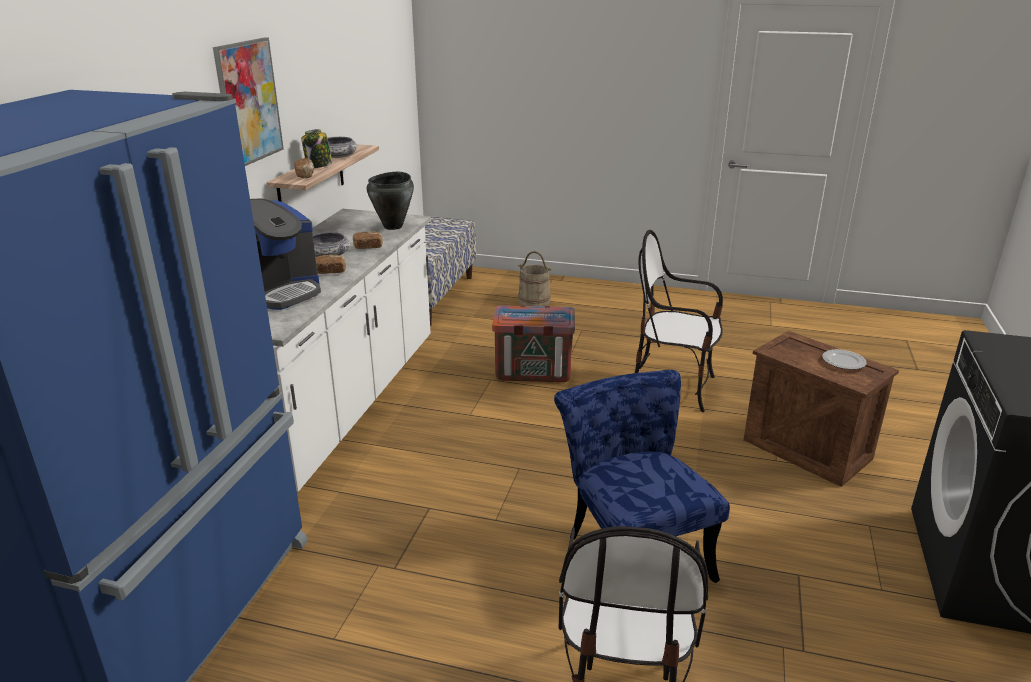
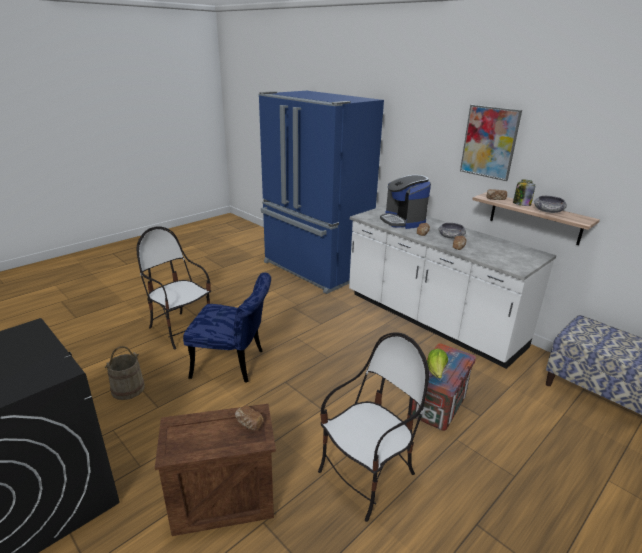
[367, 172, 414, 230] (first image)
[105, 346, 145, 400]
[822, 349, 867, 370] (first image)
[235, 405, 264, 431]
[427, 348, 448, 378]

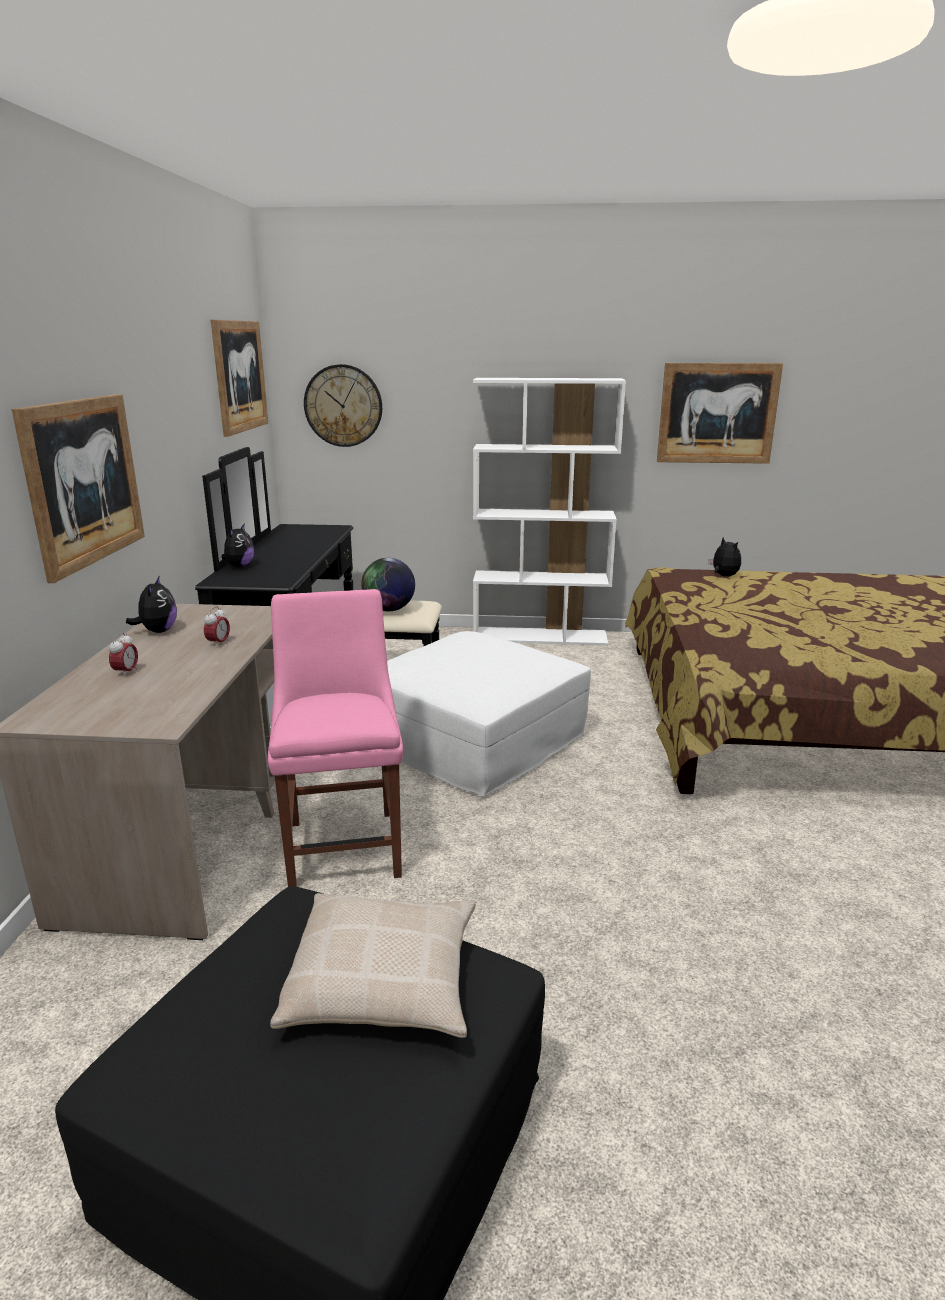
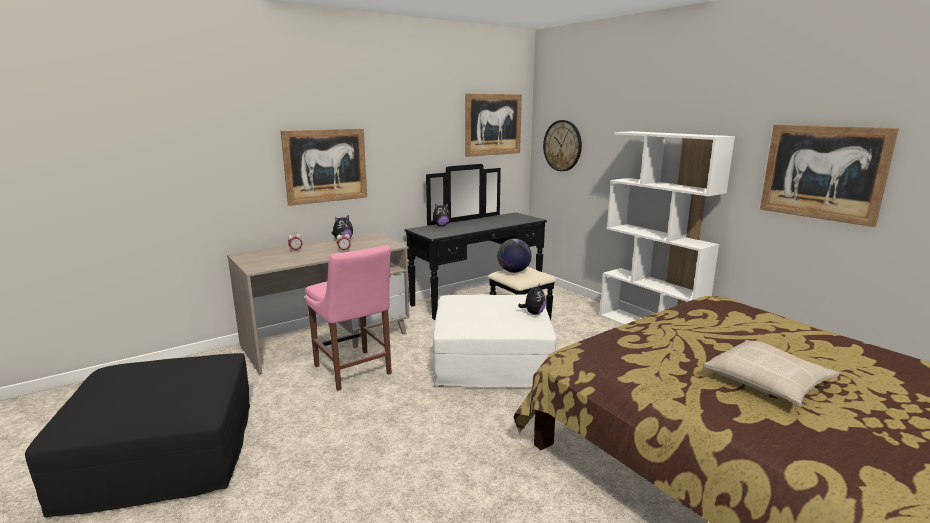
[305, 245, 392, 391]
[703, 340, 839, 406]
[518, 283, 546, 315]

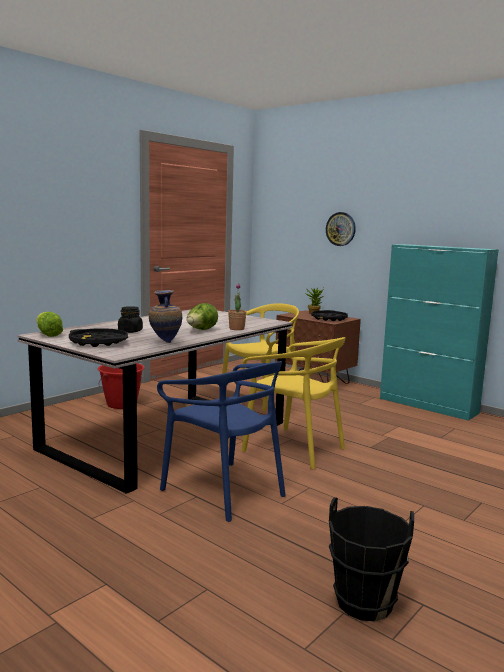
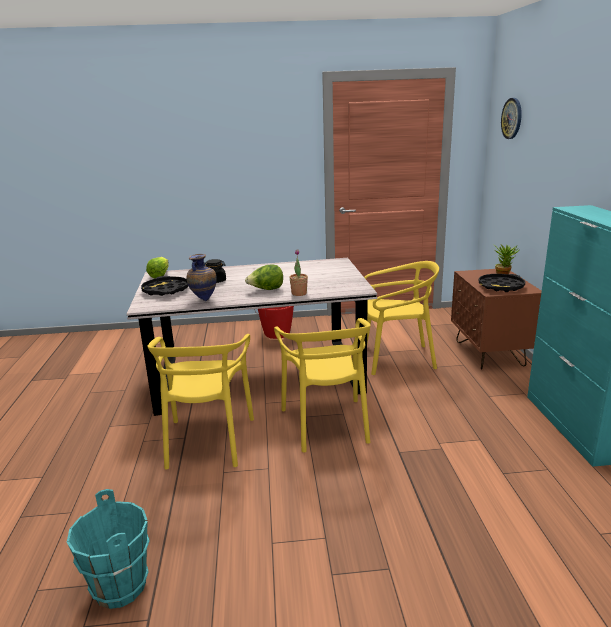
[147, 334, 254, 470]
[501, 98, 522, 139]
[67, 489, 150, 609]

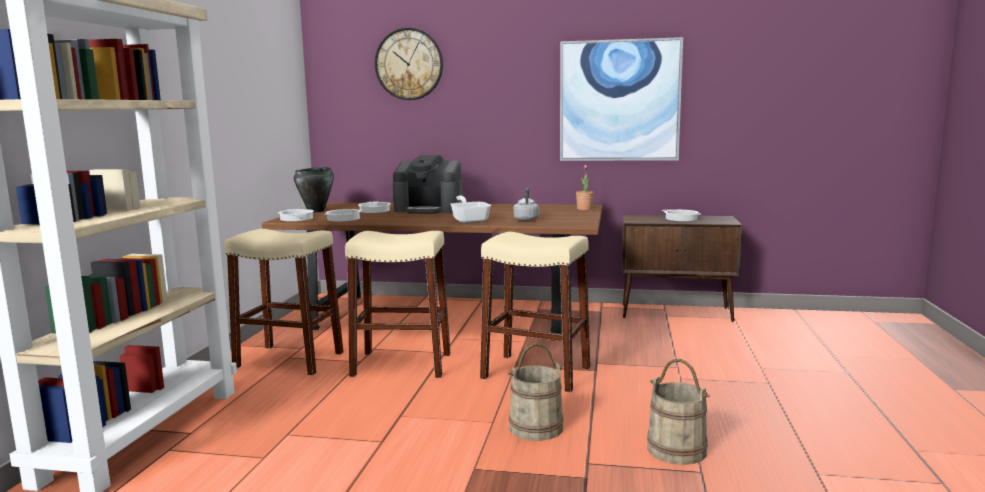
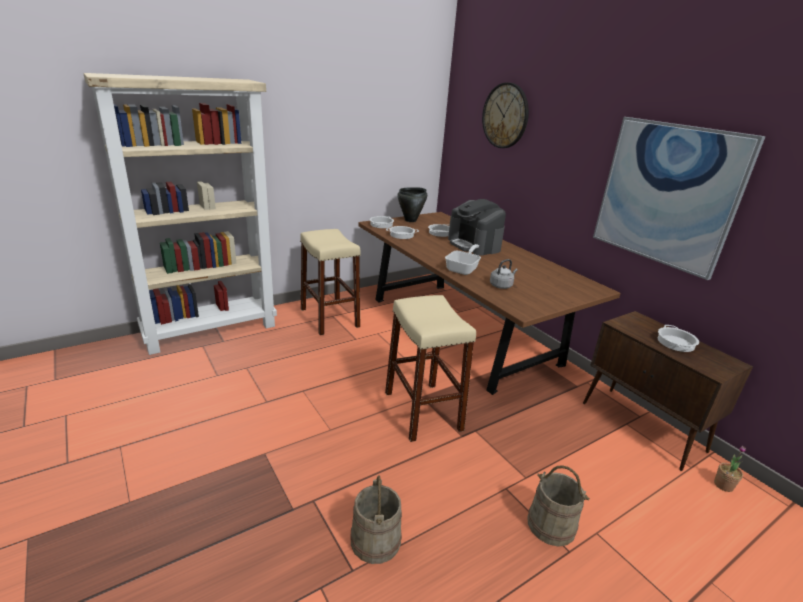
[345, 231, 450, 378] (first image)
[527, 465, 590, 547]
[714, 446, 746, 492]

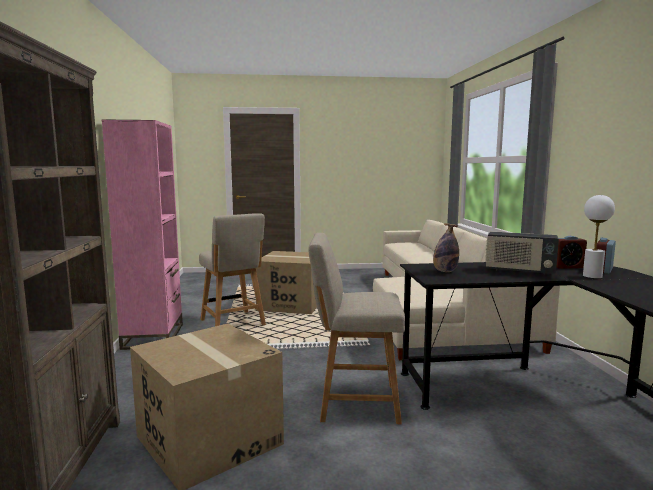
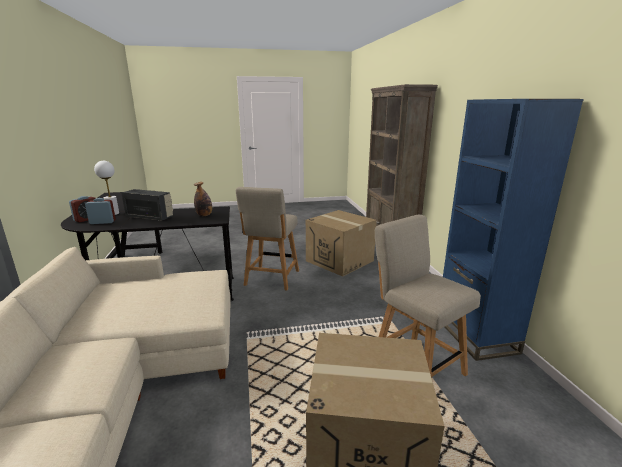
[443, 99, 584, 361]
[236, 187, 299, 291]

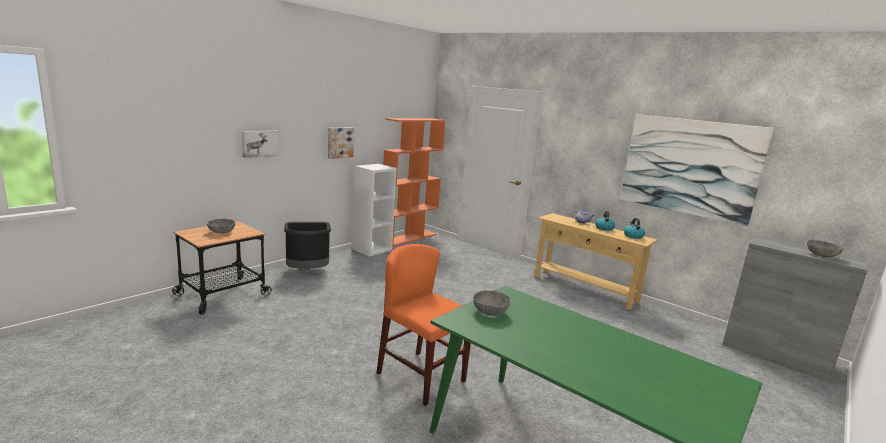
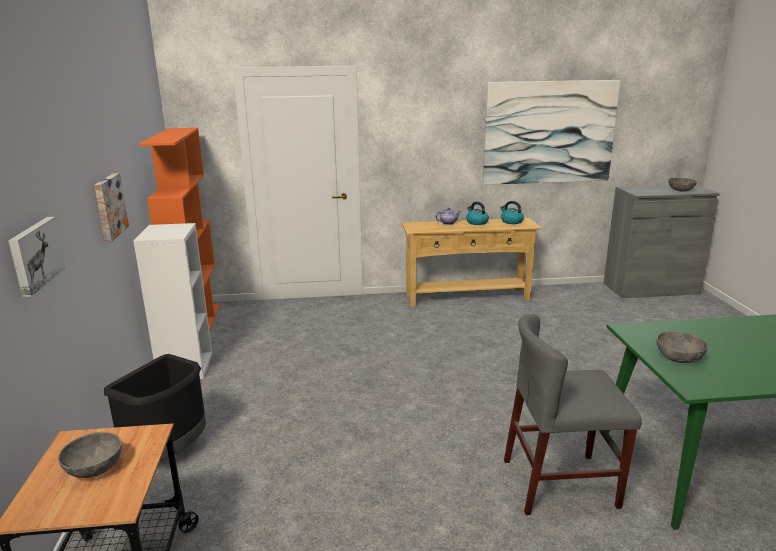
[504, 314, 642, 515]

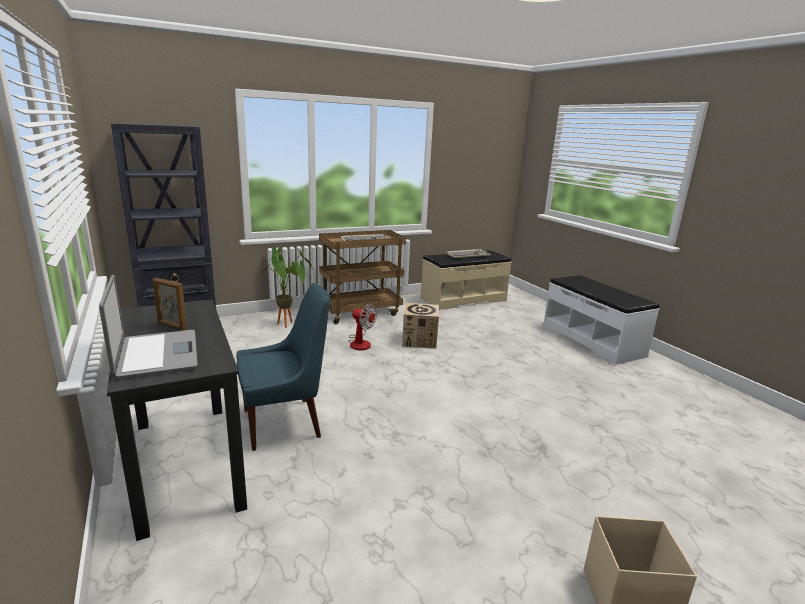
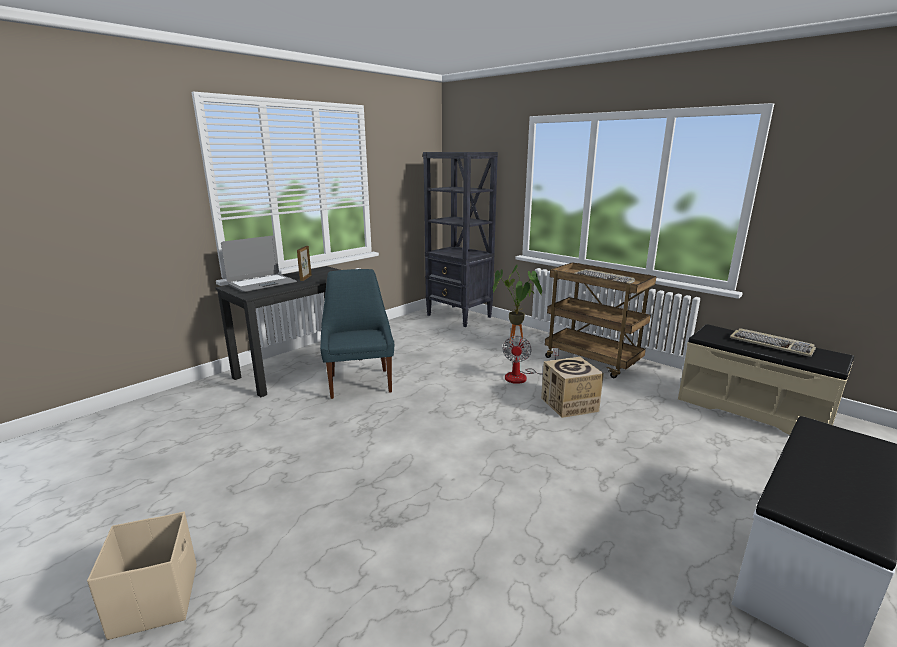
[320, 269, 394, 399]

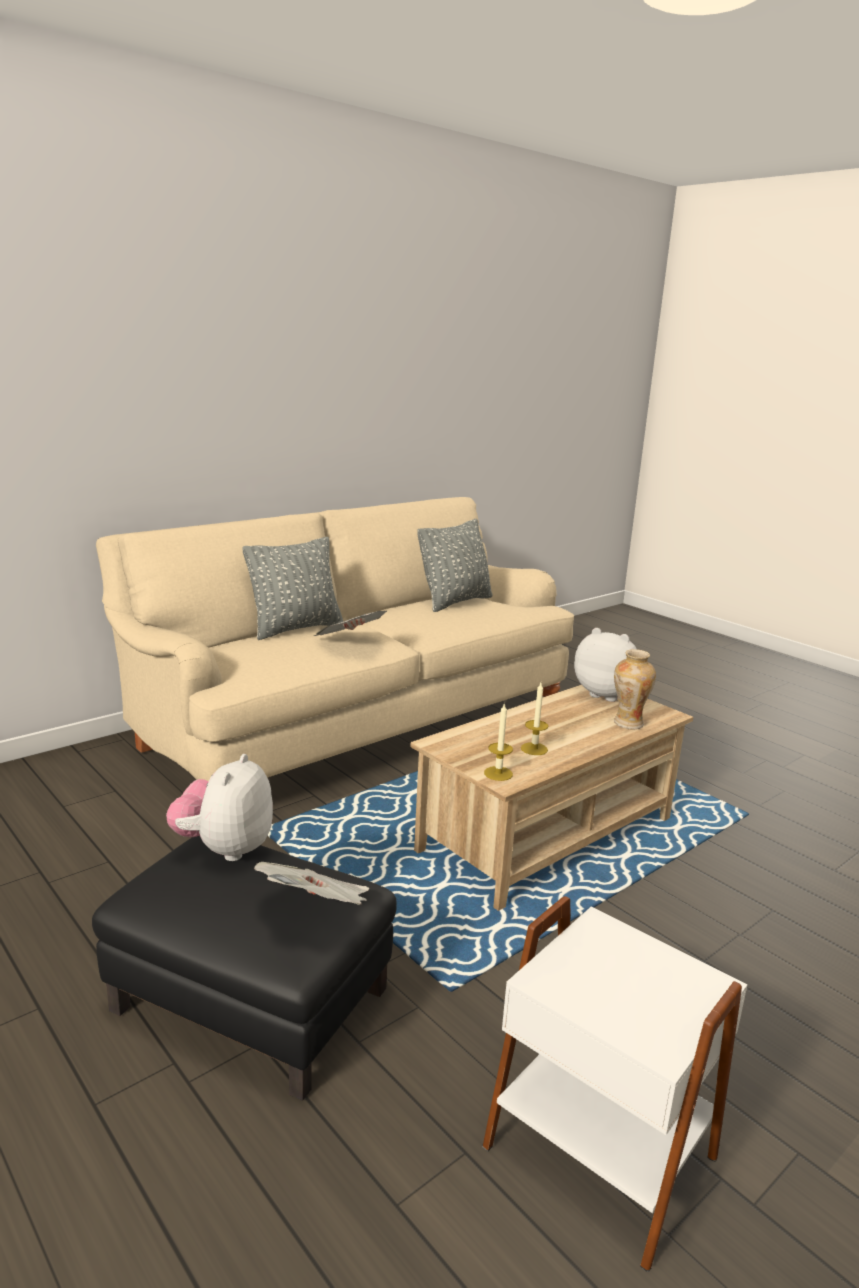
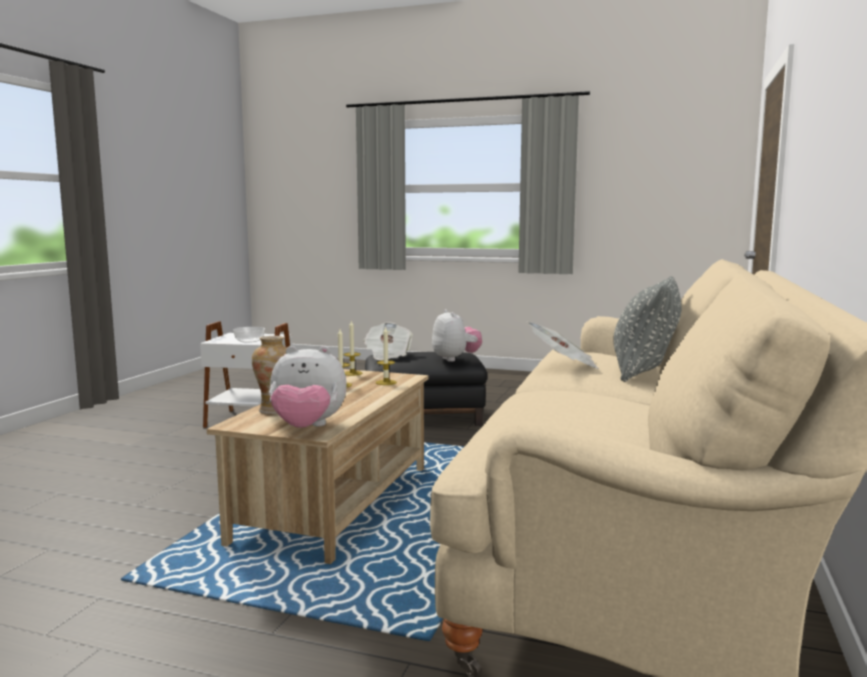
[417, 519, 493, 612] (first image)
[233, 327, 265, 343]
[376, 326, 397, 385]

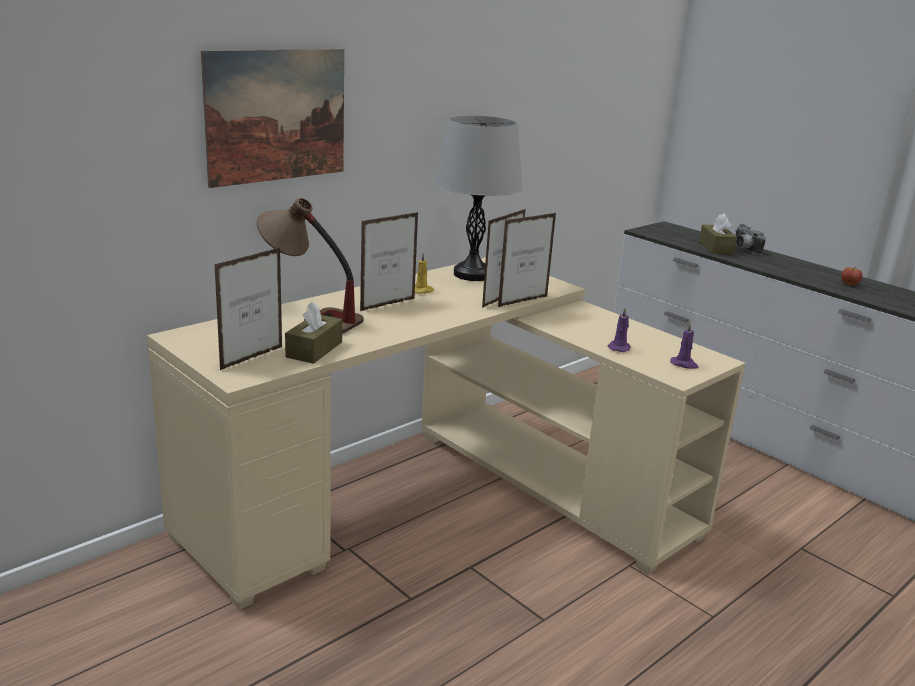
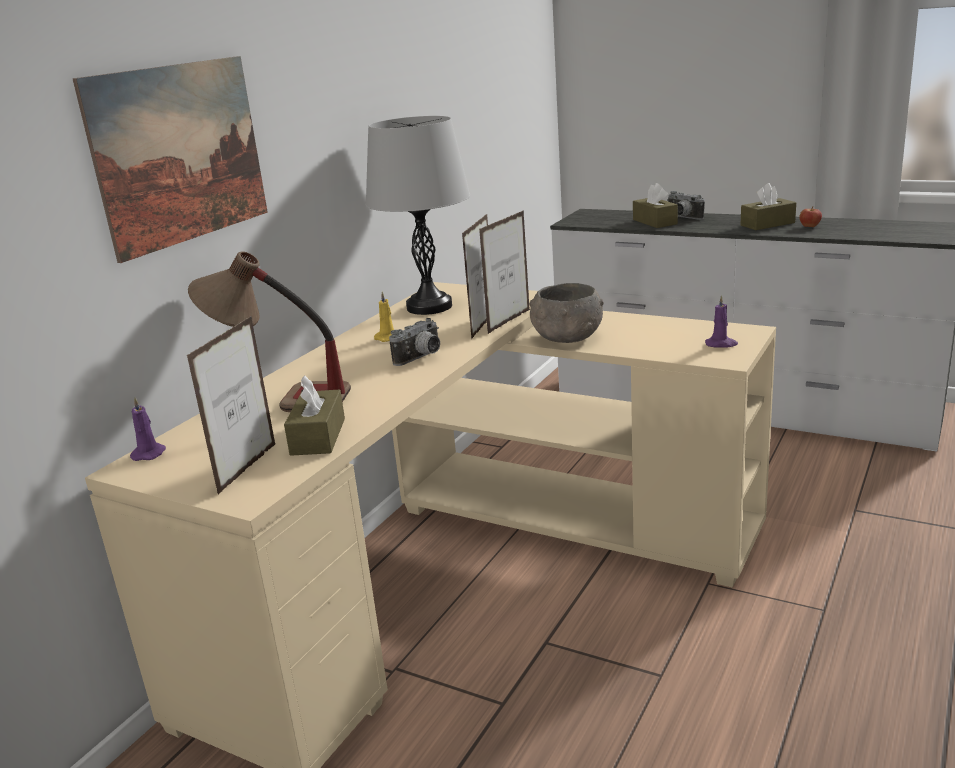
[360, 212, 418, 311] (first image)
[130, 397, 166, 461]
[389, 318, 440, 366]
[529, 283, 604, 343]
[741, 183, 796, 230]

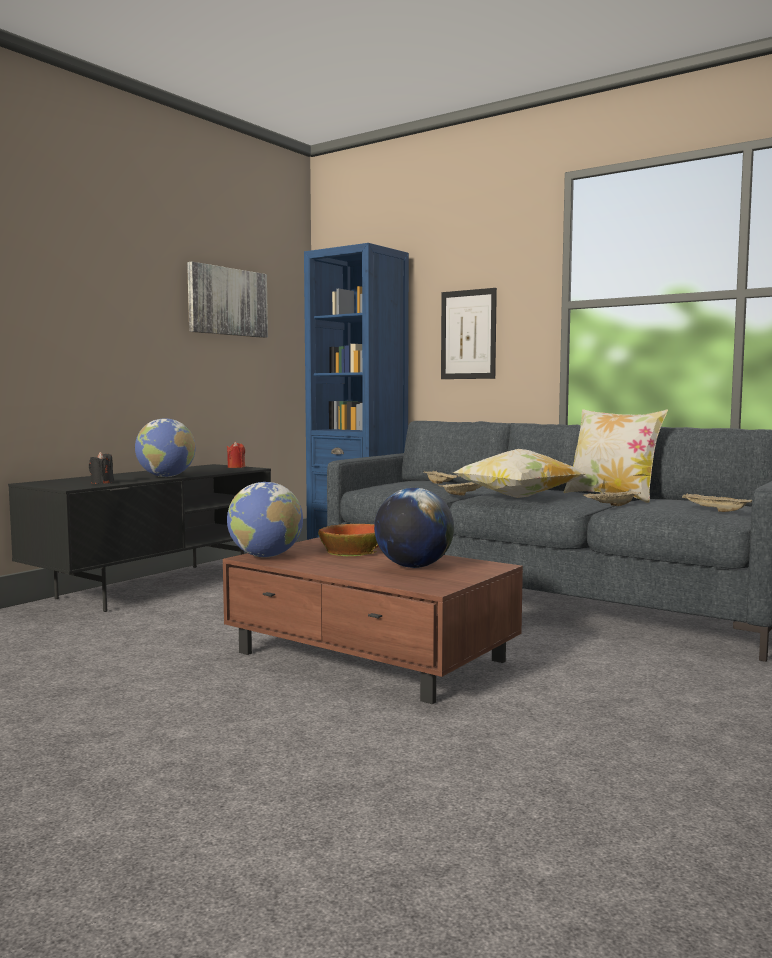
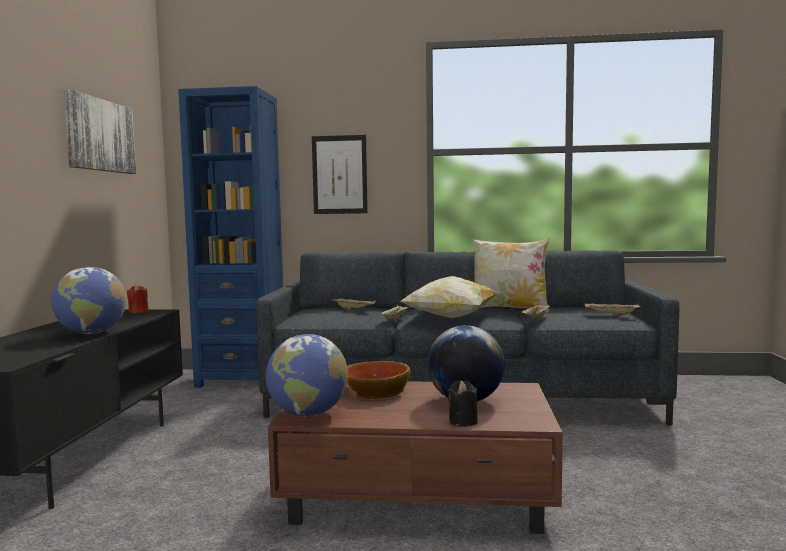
[448, 380, 478, 427]

